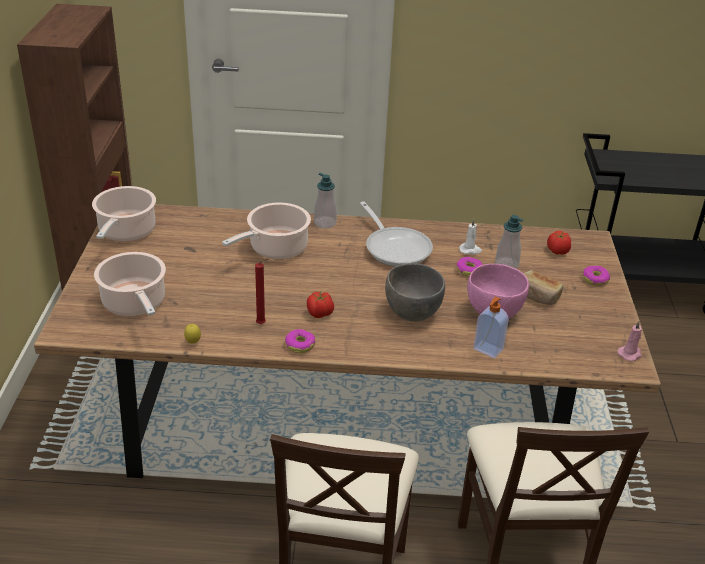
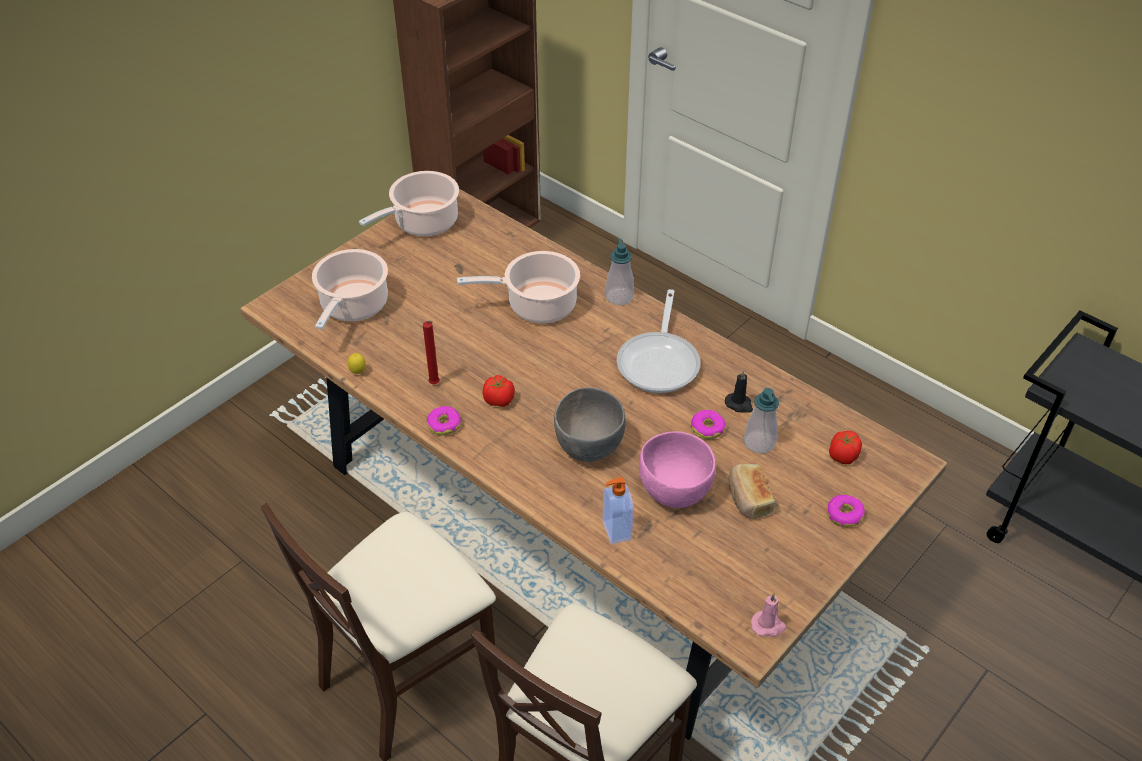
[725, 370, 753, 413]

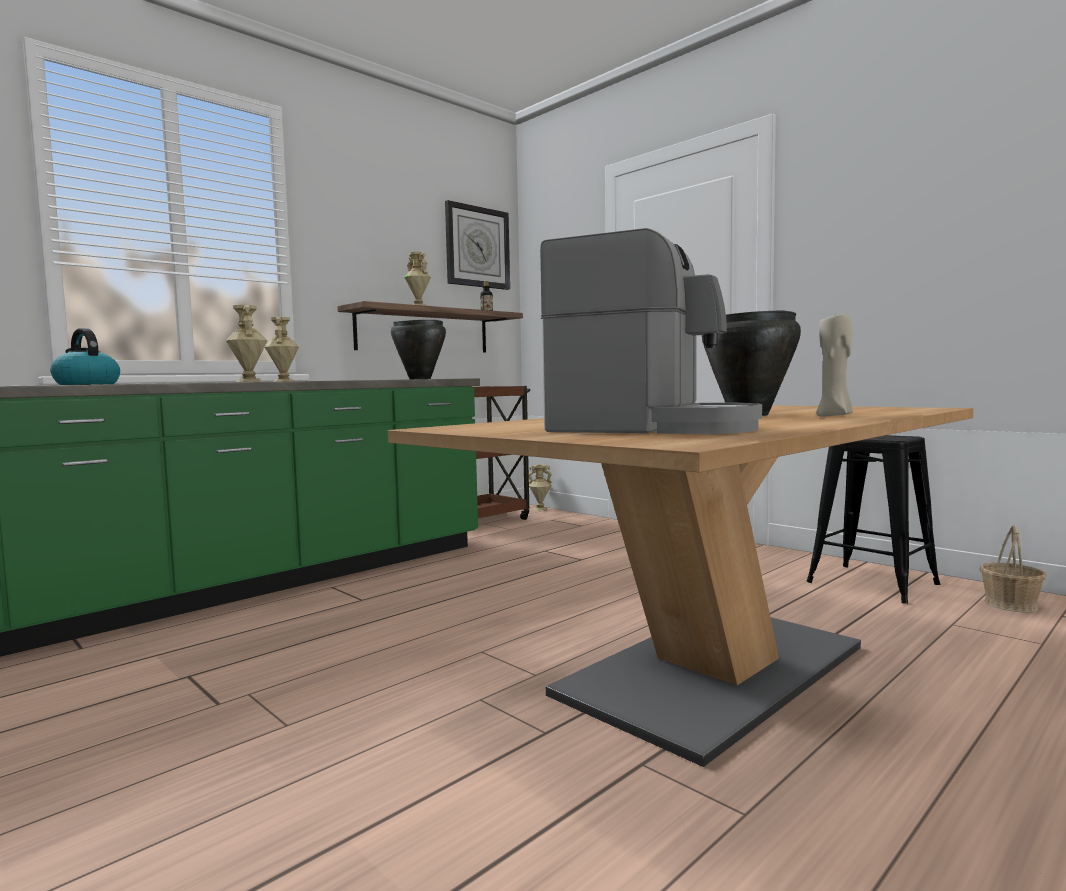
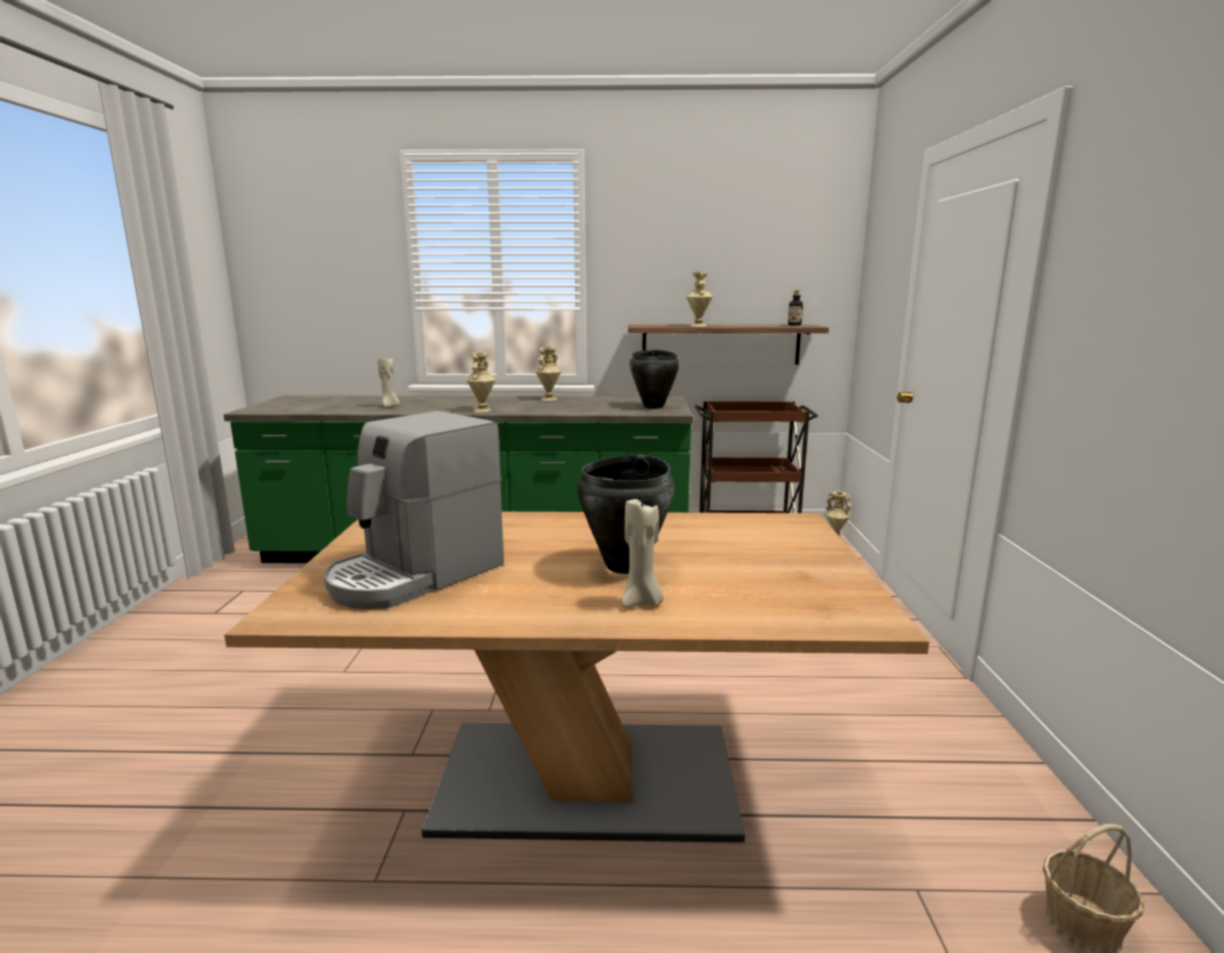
[377, 357, 400, 407]
[445, 200, 510, 290] (first image)
[324, 411, 504, 609]
[806, 435, 941, 604] (first image)

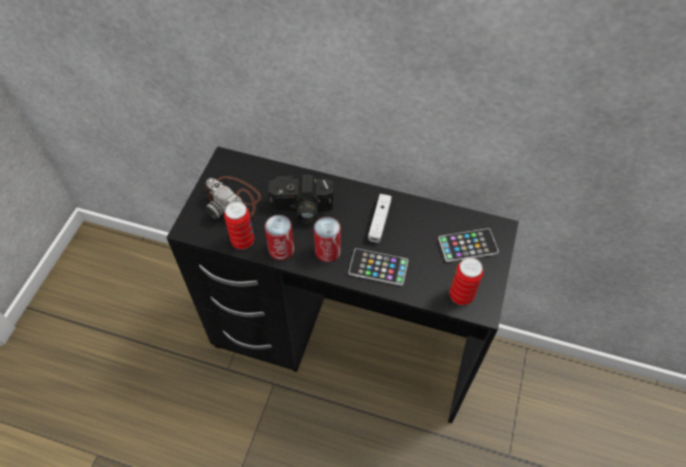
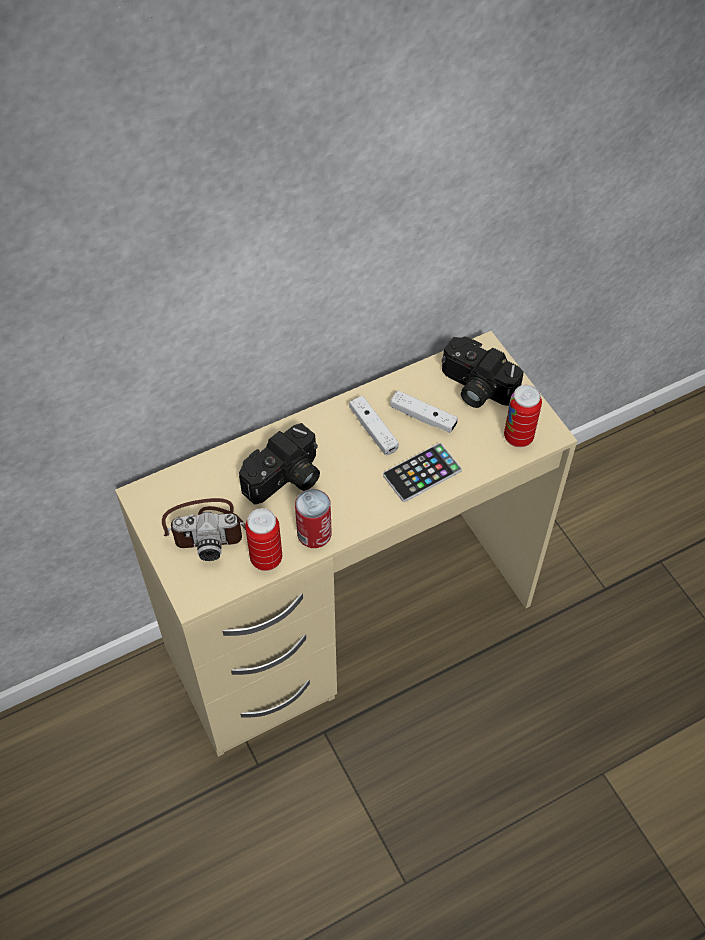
[115, 331, 577, 757]
[314, 217, 341, 262] (first image)
[441, 337, 524, 408]
[390, 391, 458, 433]

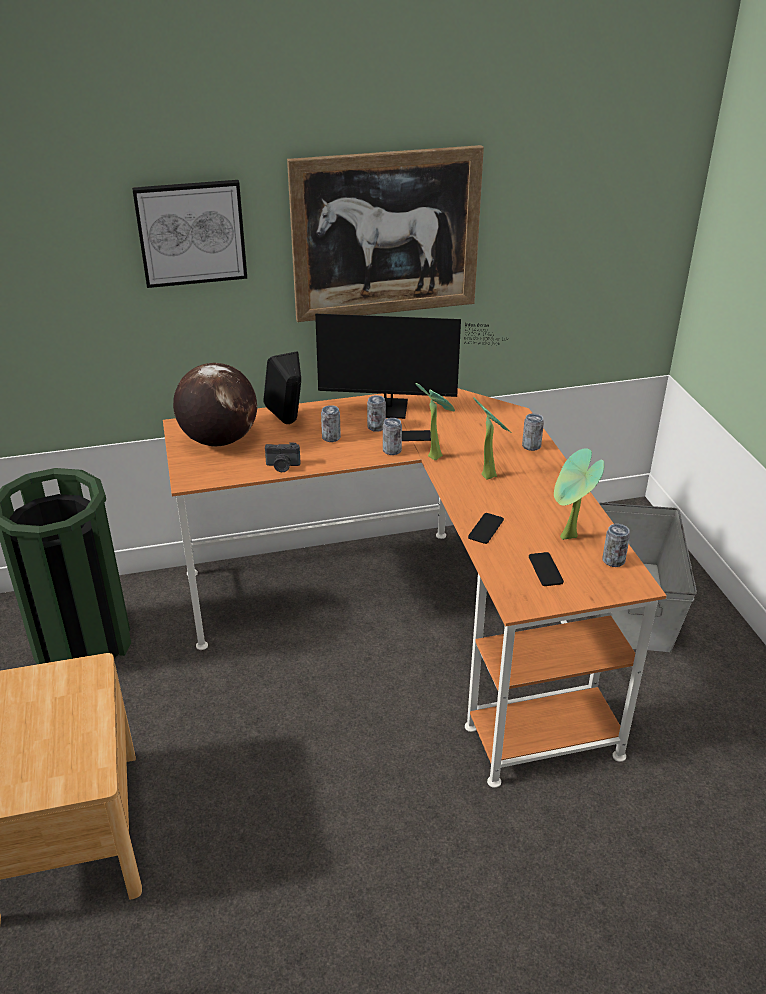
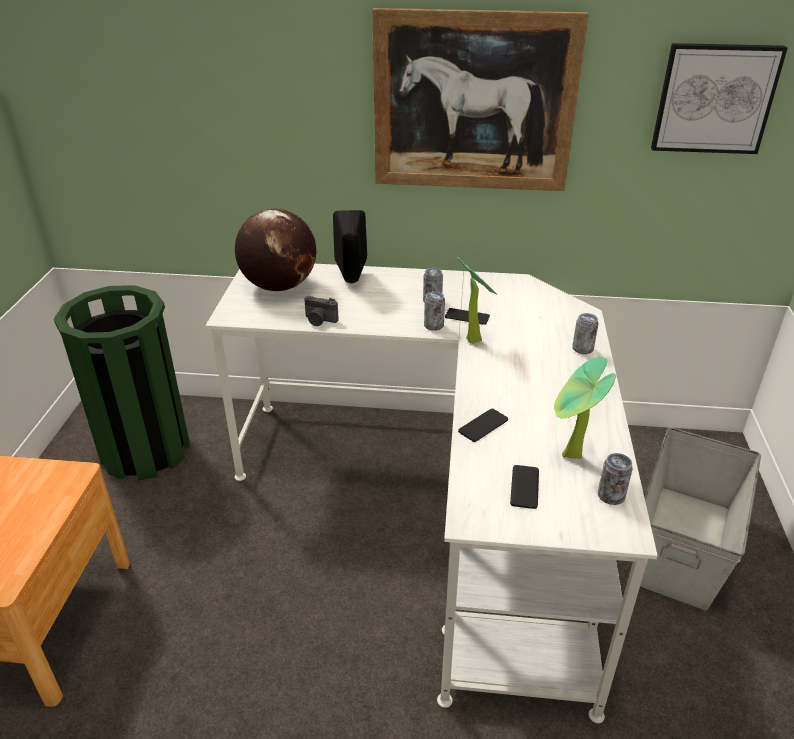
[651, 43, 787, 154]
[205, 264, 658, 723]
[315, 314, 508, 419] (first image)
[321, 405, 341, 442] (first image)
[473, 398, 512, 480] (first image)

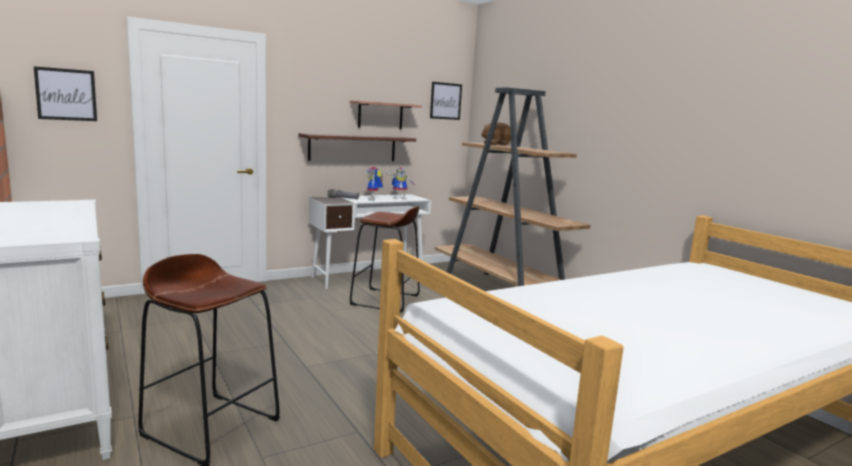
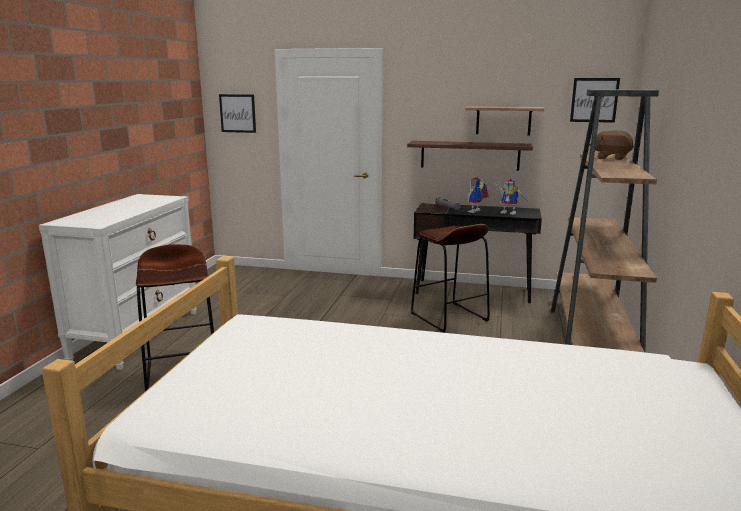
[414, 203, 542, 303]

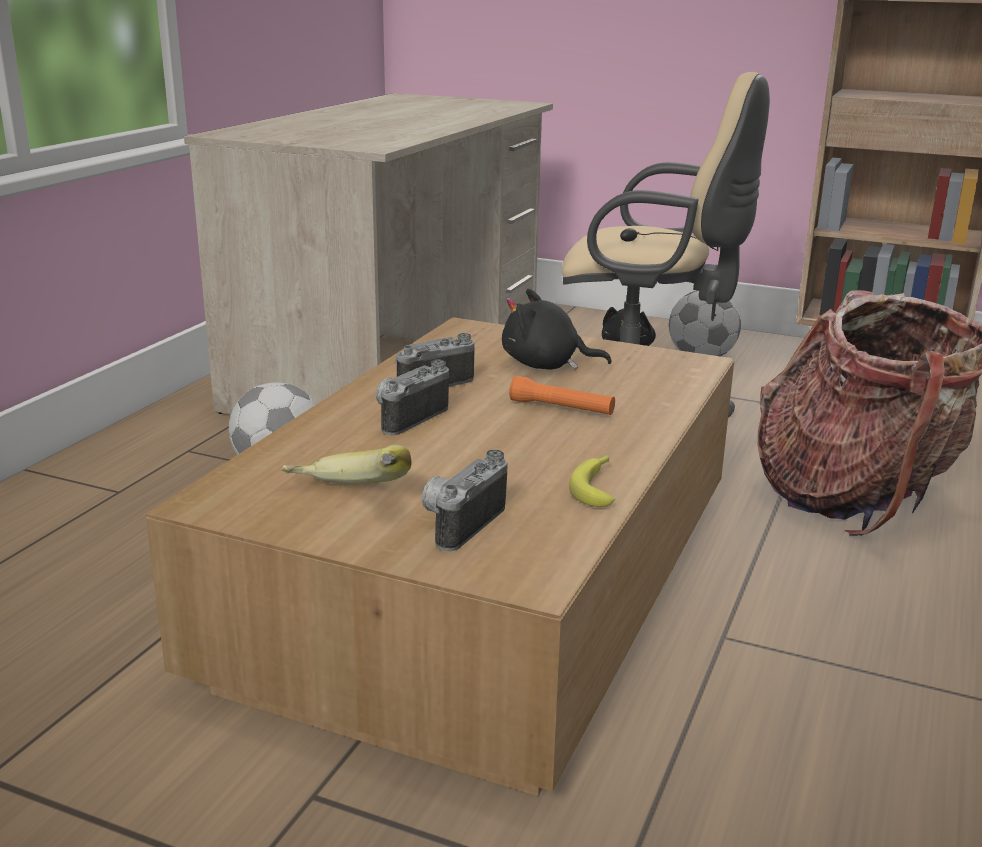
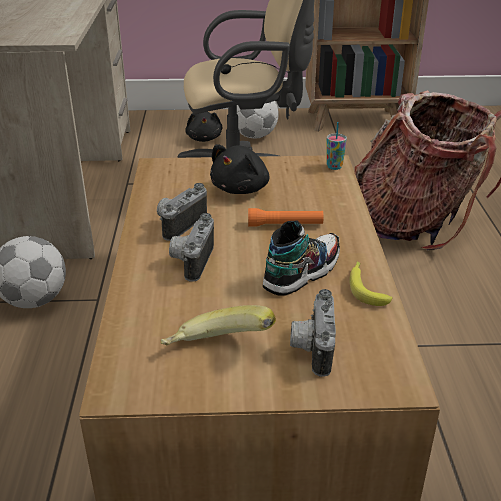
[210, 144, 269, 194]
[263, 220, 340, 296]
[327, 122, 347, 170]

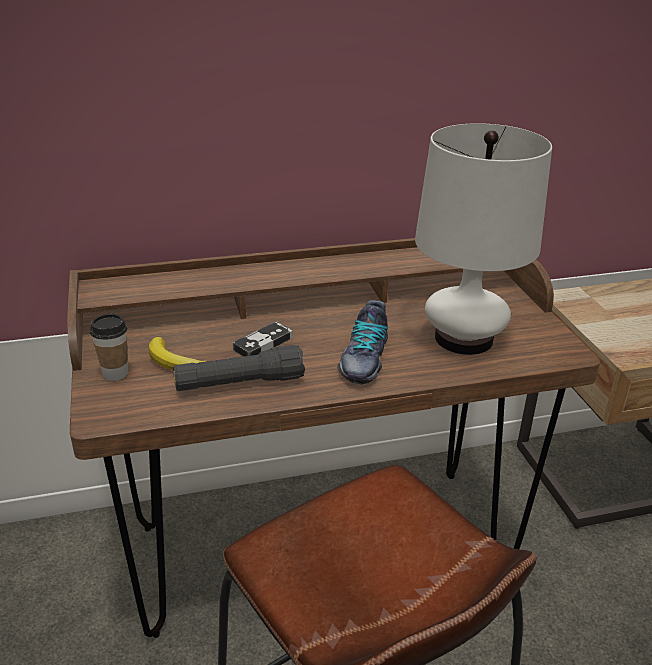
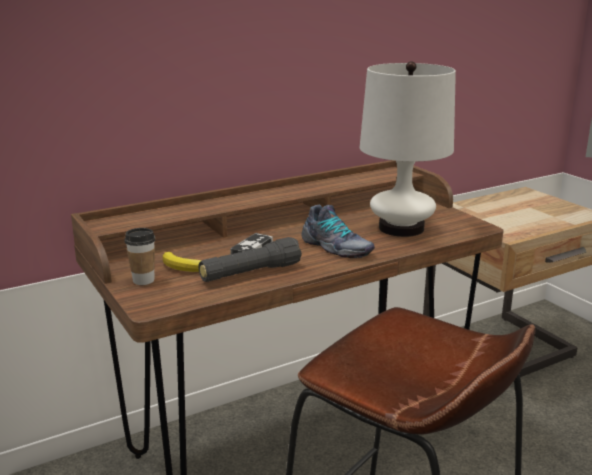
[301, 205, 375, 258]

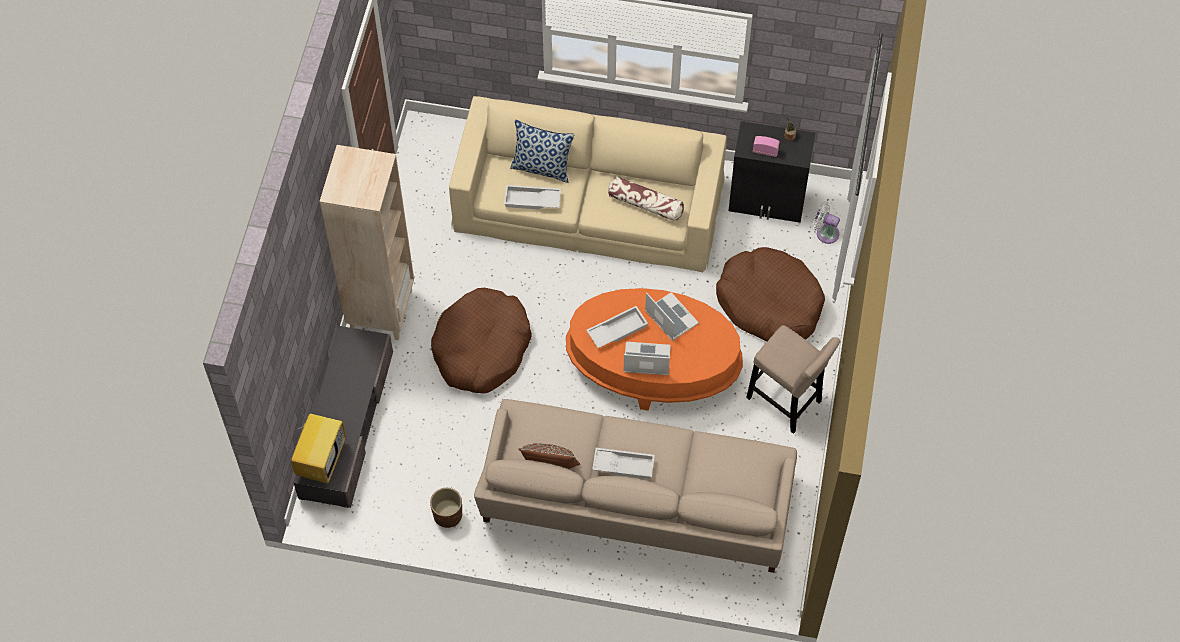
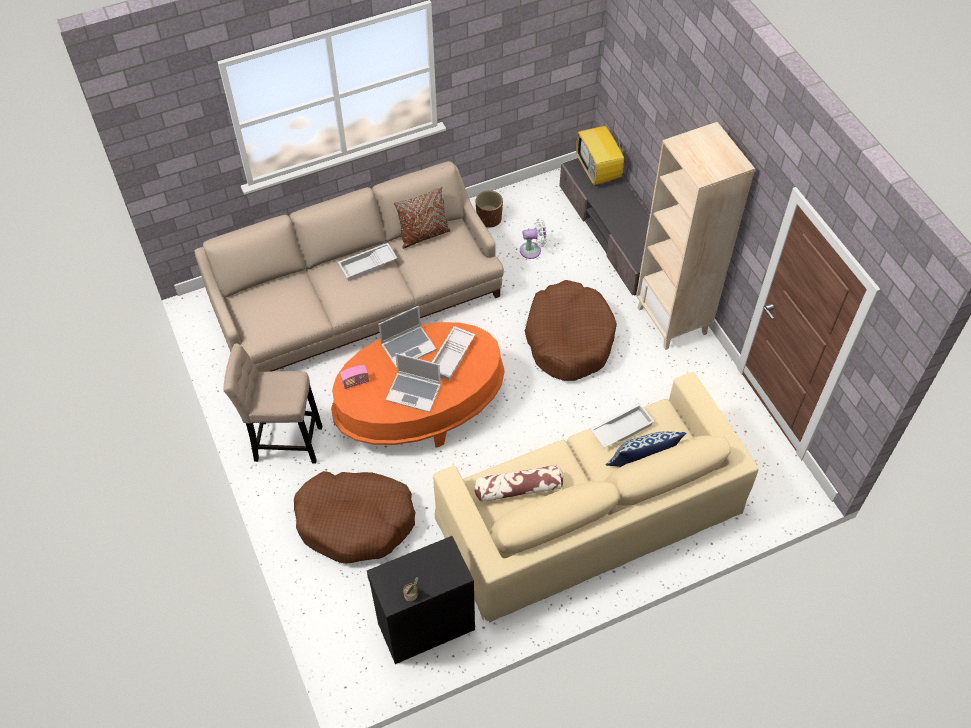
[340, 365, 369, 389]
[520, 218, 547, 259]

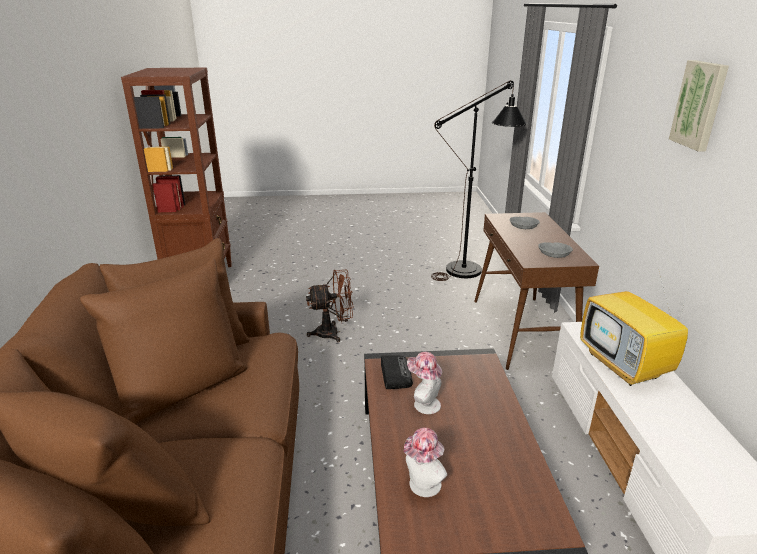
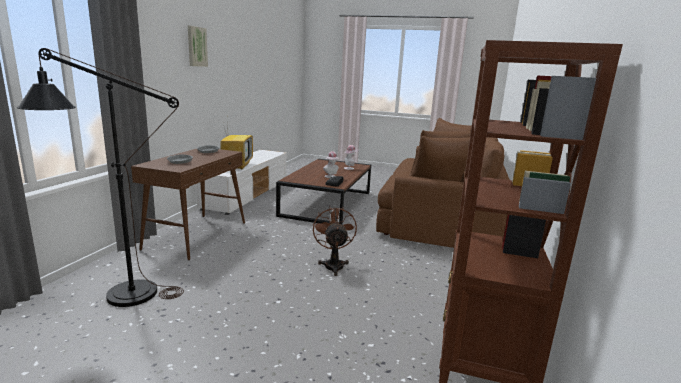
[313, 207, 357, 276]

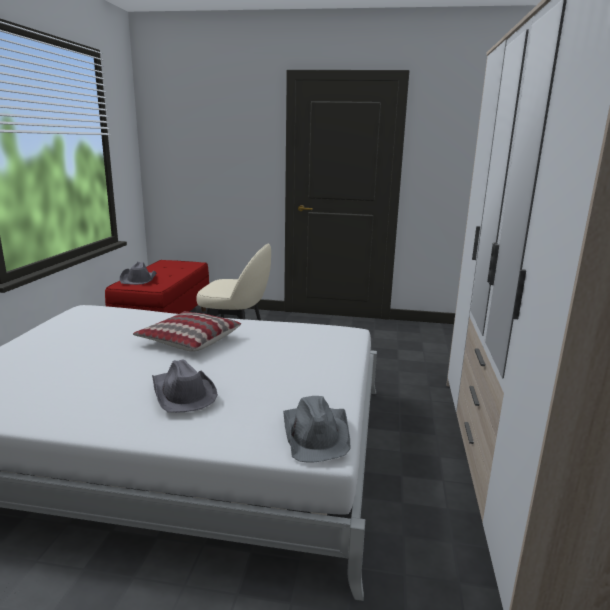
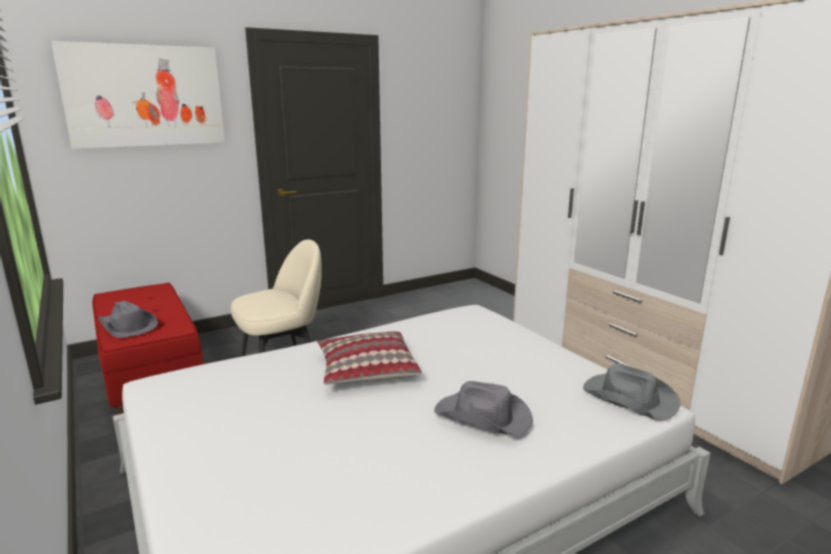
[51, 41, 225, 149]

